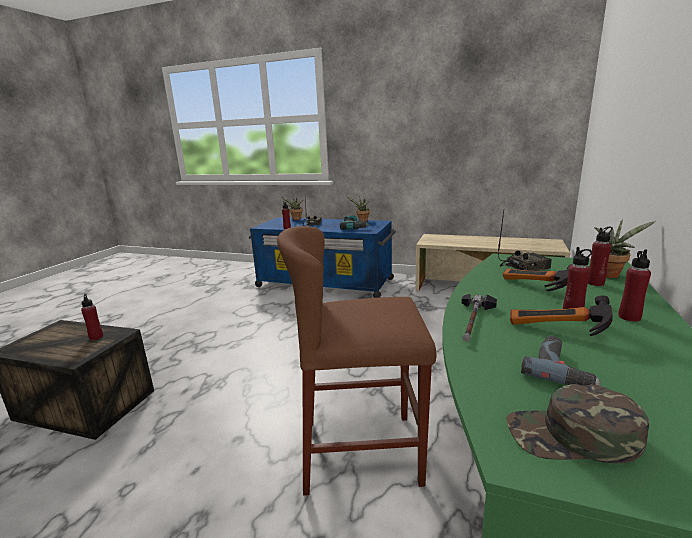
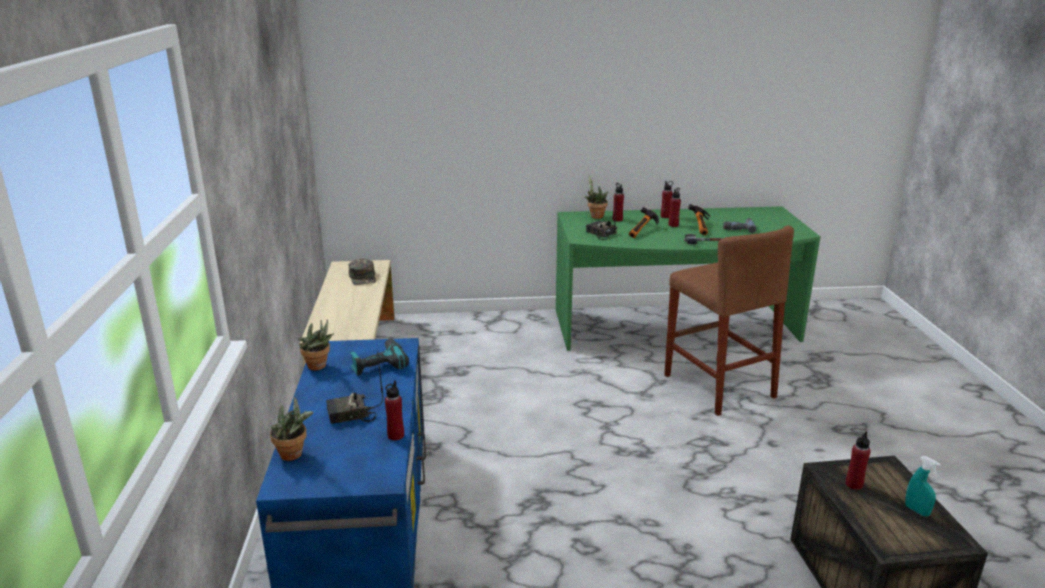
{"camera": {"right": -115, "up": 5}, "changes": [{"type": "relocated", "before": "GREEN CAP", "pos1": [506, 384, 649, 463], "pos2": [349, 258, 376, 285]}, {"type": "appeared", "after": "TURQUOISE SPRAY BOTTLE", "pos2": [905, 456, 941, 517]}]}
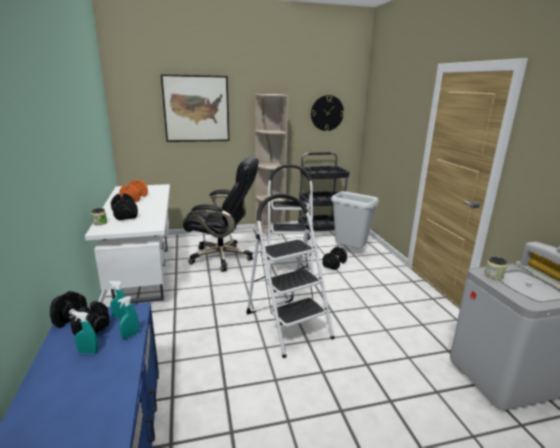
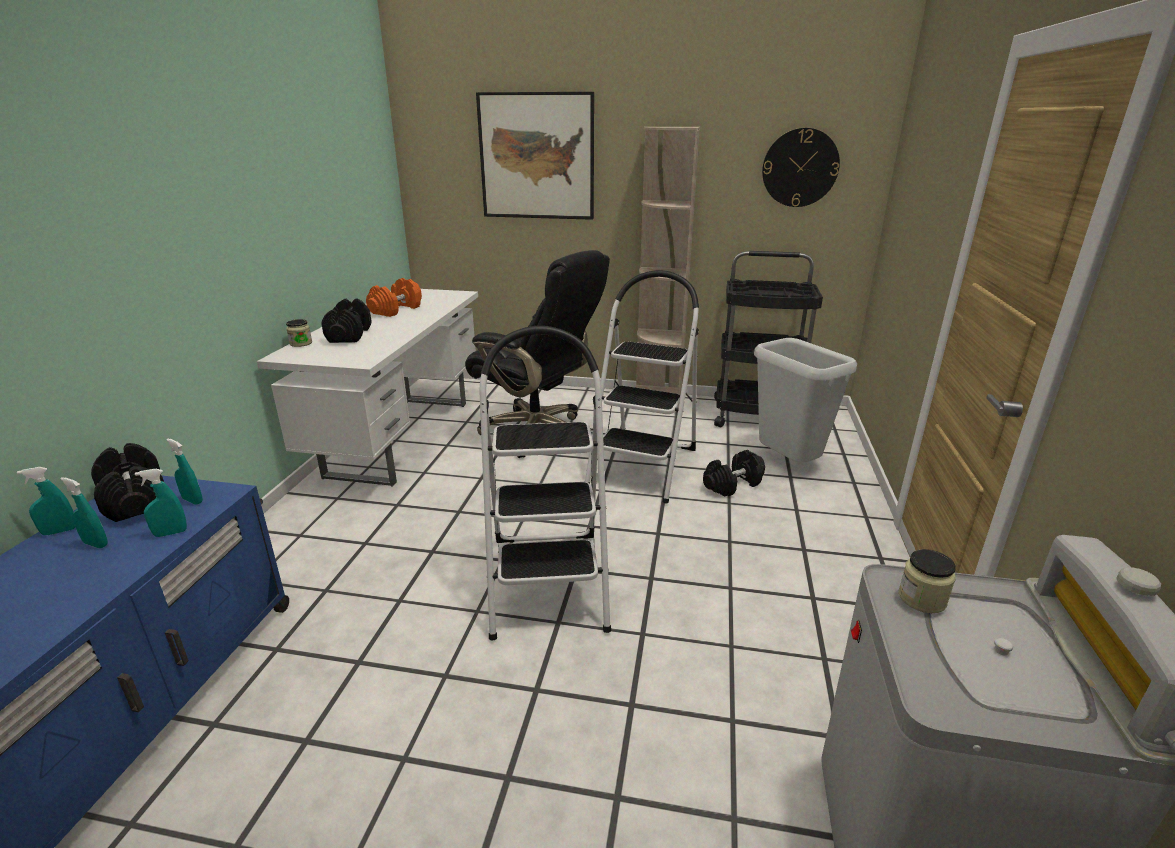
{"camera": {"right": 25, "up": 5}, "changes": [{"type": "appeared", "after": "TURQUOISE SPRAY BOTTLE", "pos2": [17, 467, 75, 535]}]}
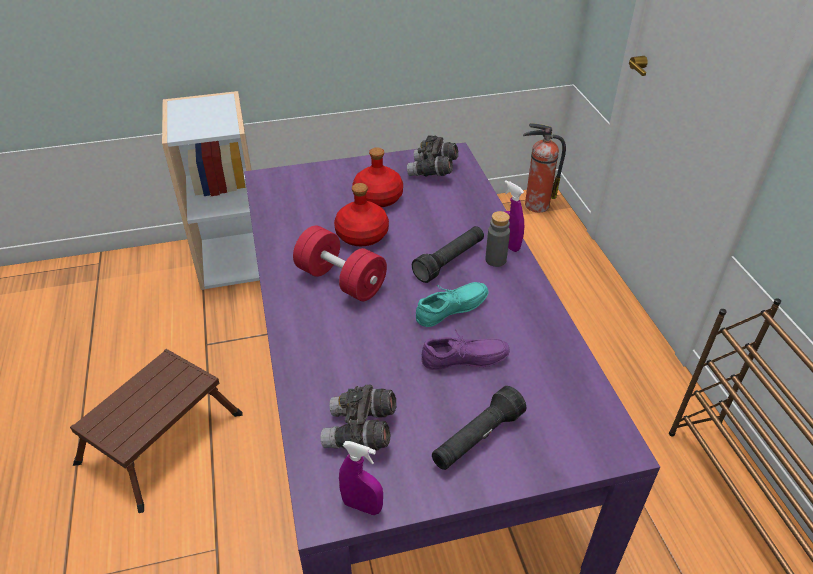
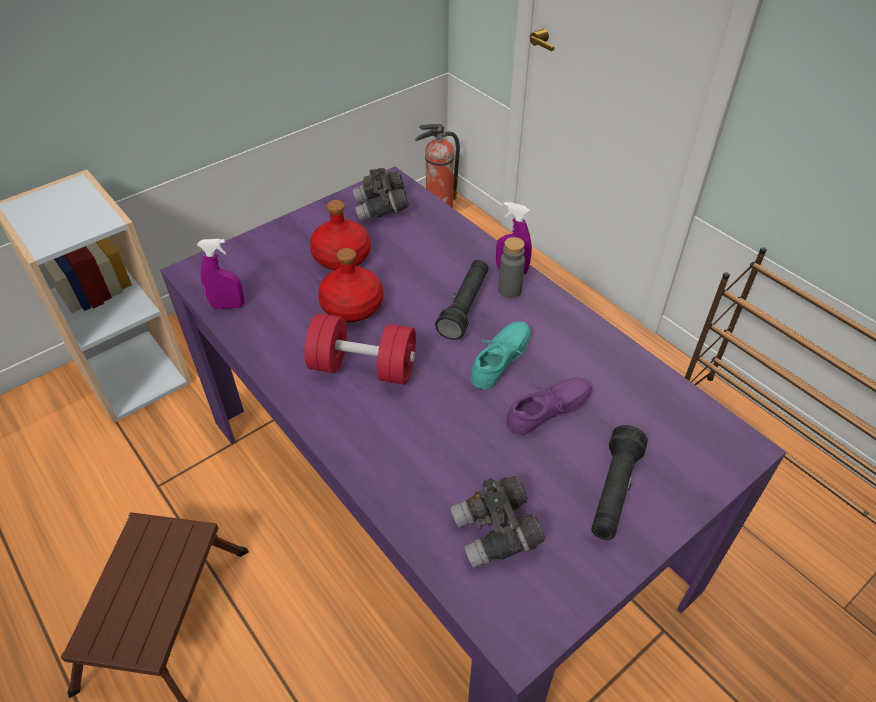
{"camera": {"right": -25, "up": 5}, "changes": [{"type": "relocated", "before": "PURPLE SPRAY BOTTLE", "pos1": [339, 441, 383, 515], "pos2": [197, 239, 244, 309]}]}
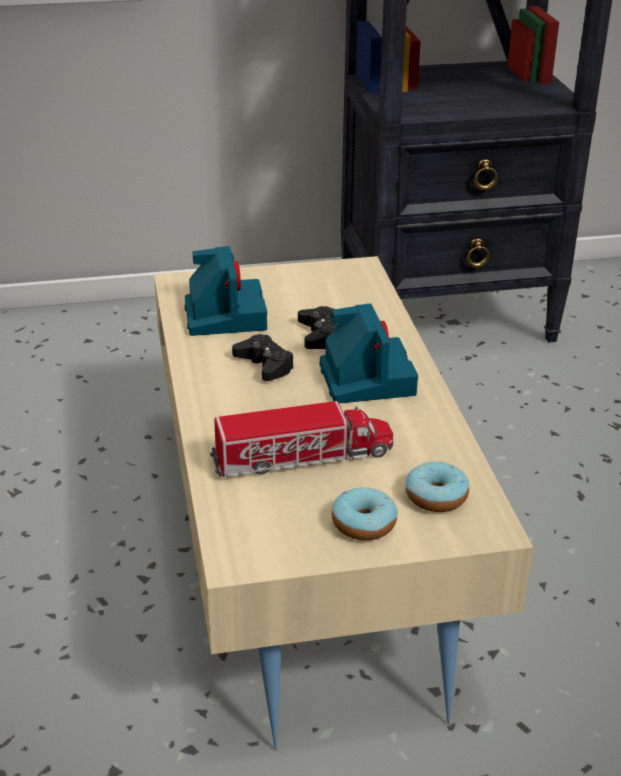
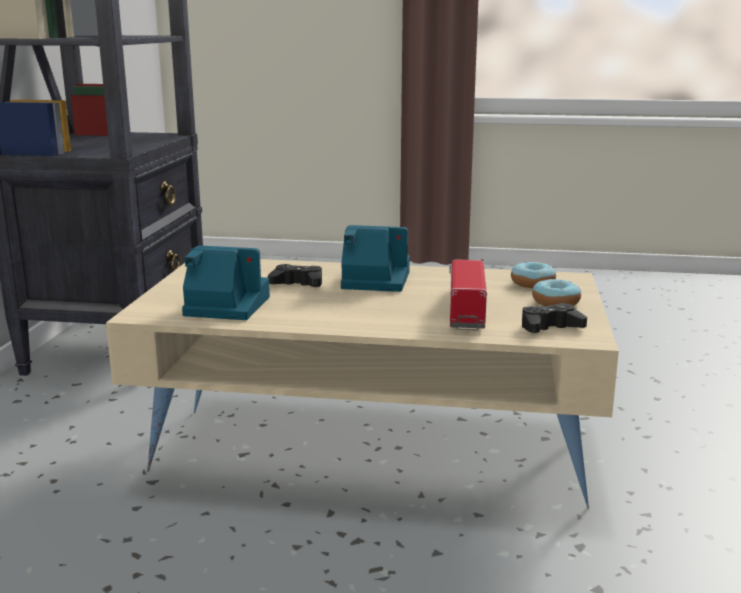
{"camera": {"right": -70, "up": -15}, "changes": [{"type": "relocated", "before": "BLACK GAME CONTROLLER", "pos1": [232, 334, 294, 381], "pos2": [522, 303, 587, 333]}]}
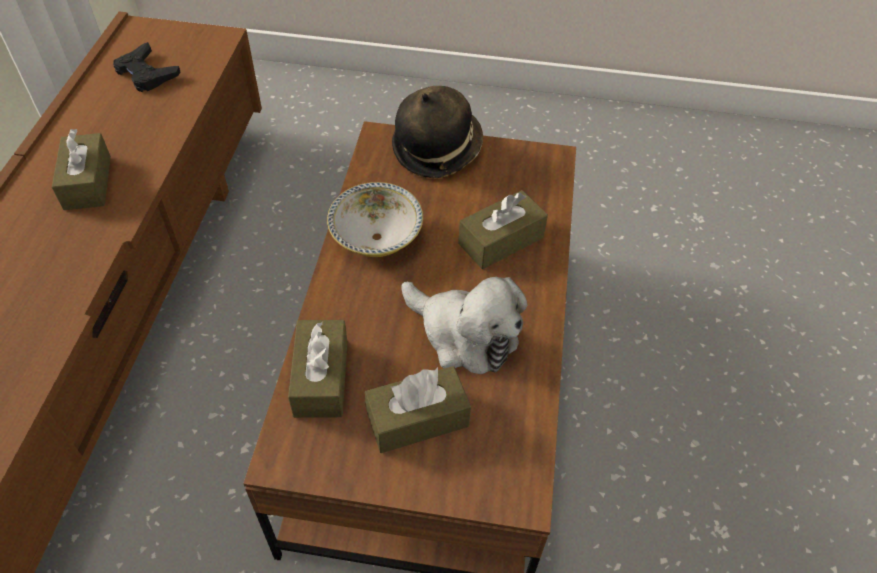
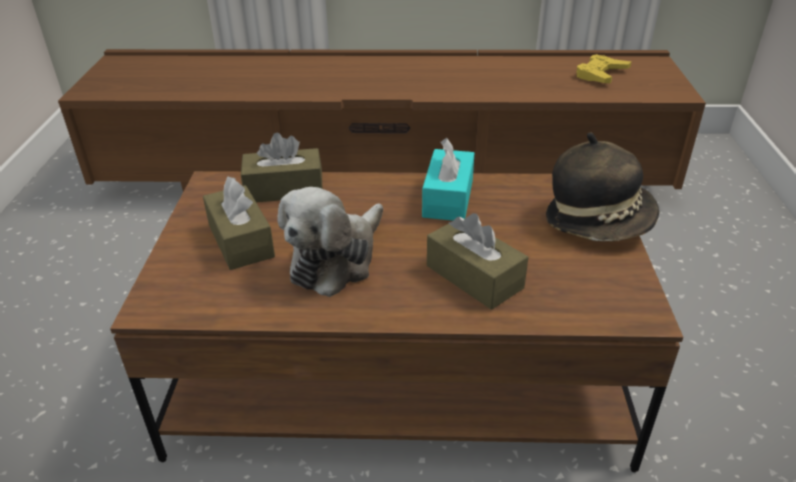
{"camera": {"right": 85, "up": -15}, "changes": [{"type": "missing", "before": "BROWN TISSUE BOX", "pos1": [52, 129, 111, 210]}, {"type": "colour", "before": "BLACK GAME CONTROLLER", "after": "YELLOW GAME CONTROLLER", "pos1": [113, 42, 181, 92], "pos2": [577, 54, 632, 83]}, {"type": "exchanged", "before": "BOWL", "after": "TURQUOISE TISSUE BOX", "pos1": [327, 182, 423, 257], "pos2": [422, 138, 474, 221]}]}
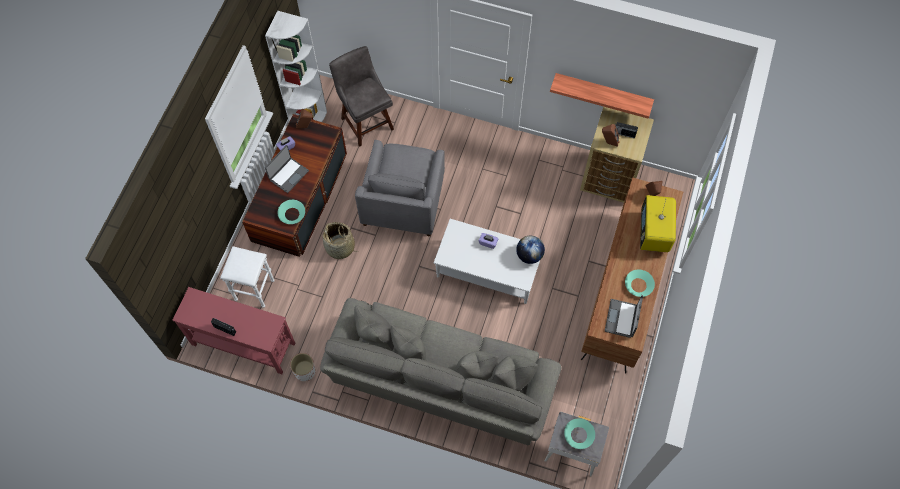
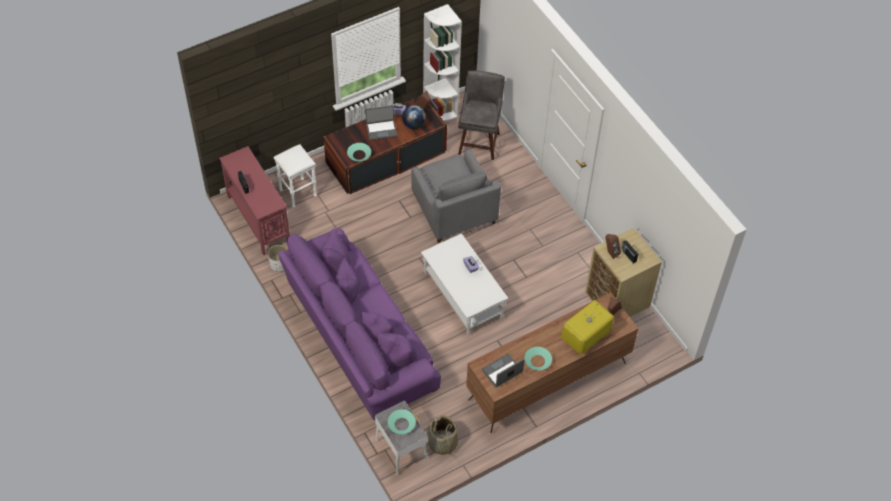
{"camera": {"right": 40, "up": -10}, "changes": [{"type": "colour", "before": "GREY SOFA", "after": "PURPLE SOFA", "pos1": [320, 298, 561, 445], "pos2": [278, 228, 441, 420]}, {"type": "relocated", "before": "BASKET", "pos1": [322, 222, 356, 259], "pos2": [427, 415, 458, 456]}, {"type": "spun", "before": "GREY ARMCHAIR", "pos1": [355, 140, 445, 236], "pos2": [411, 149, 501, 243], "turn": -75}, {"type": "relocated", "before": "GLOBE", "pos1": [516, 236, 545, 264], "pos2": [402, 105, 426, 129]}, {"type": "missing", "before": "SHELF", "pos1": [550, 73, 654, 119]}]}
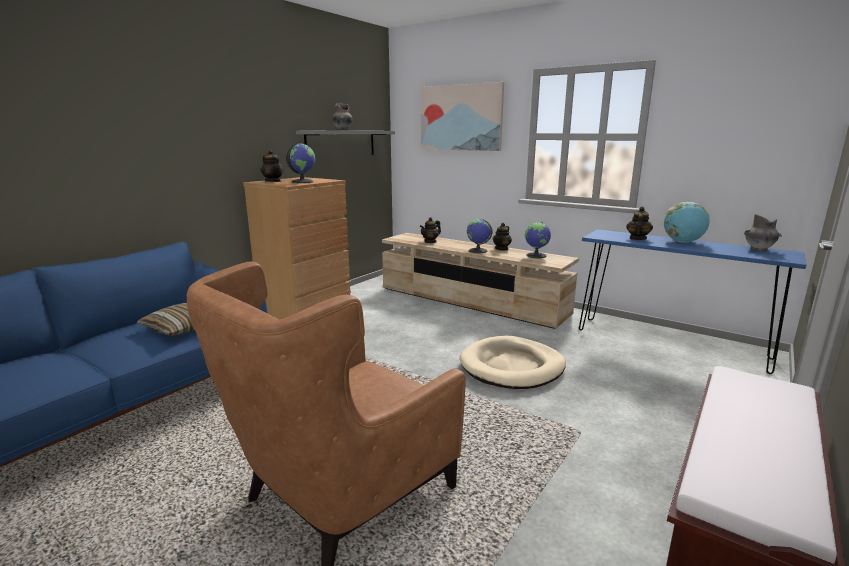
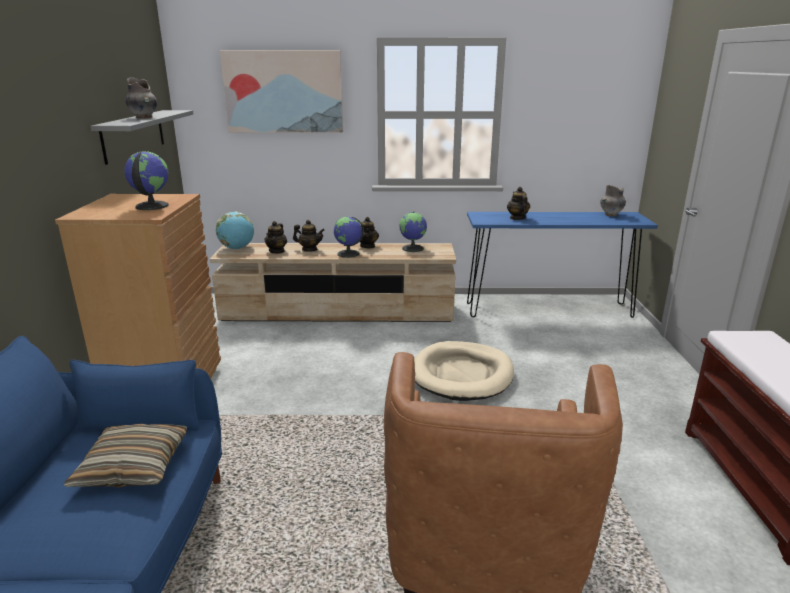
{"camera": {"right": -35, "up": 5}, "changes": [{"type": "relocated", "before": "TEAPOT", "pos1": [261, 150, 284, 182], "pos2": [293, 220, 325, 252]}, {"type": "relocated", "before": "GLOBE", "pos1": [664, 202, 709, 243], "pos2": [216, 212, 254, 249]}]}
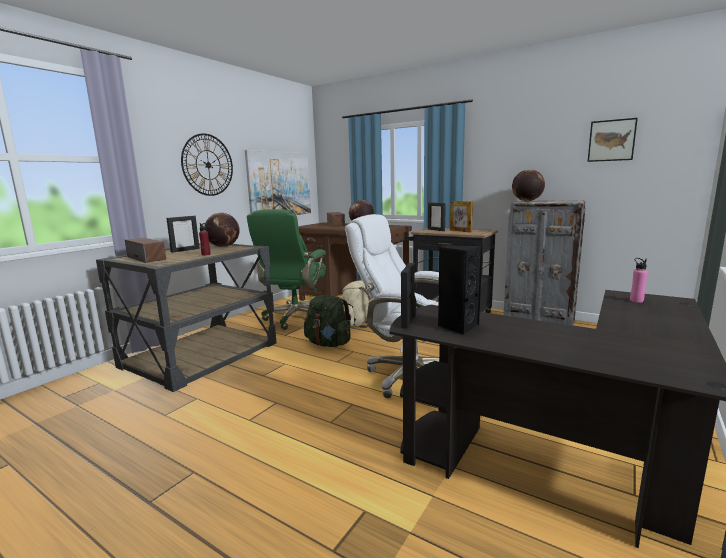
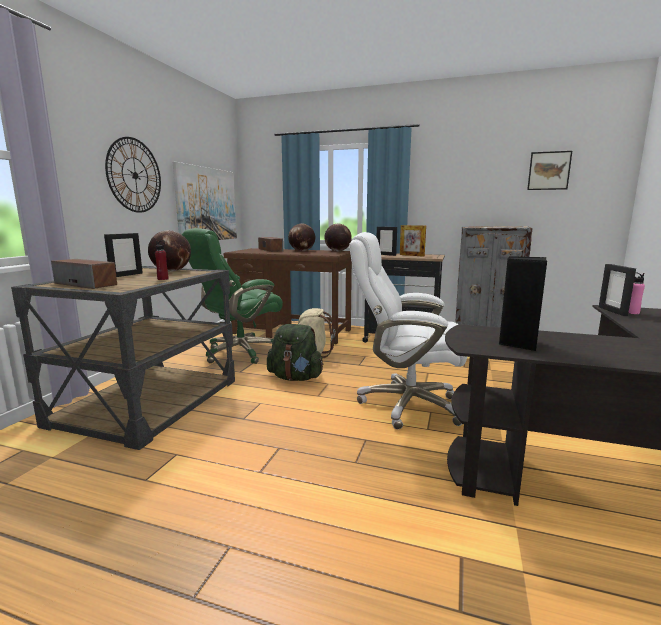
{"camera": {"right": -15, "up": 0}, "changes": [{"type": "spun", "before": "GREEN OFFICE CHAIR", "pos1": [247, 209, 326, 330], "pos2": [182, 228, 283, 364], "turn": 45}, {"type": "relocated", "before": "PICTURE FRAME", "pos1": [401, 263, 417, 329], "pos2": [599, 264, 636, 316]}, {"type": "relocated", "before": "GLOBE", "pos1": [512, 169, 545, 201], "pos2": [324, 224, 352, 251]}]}
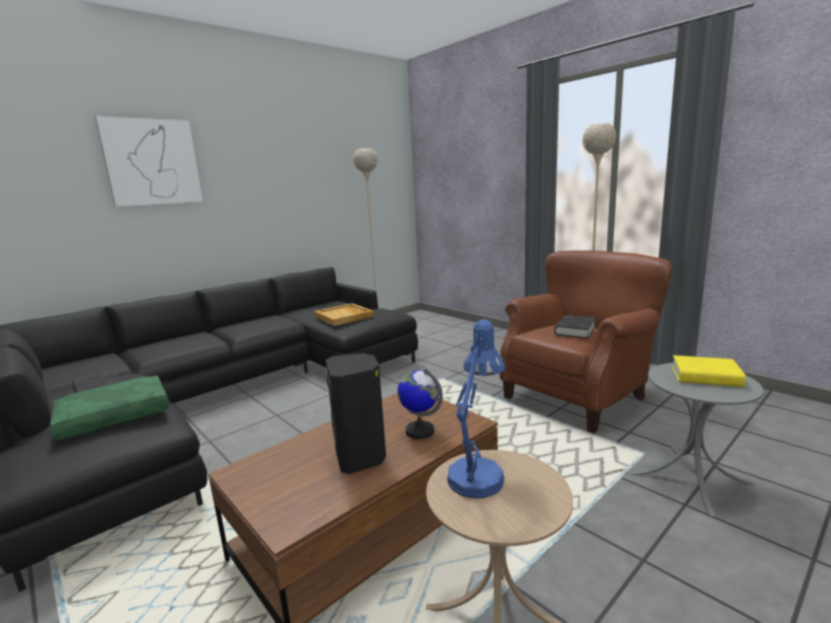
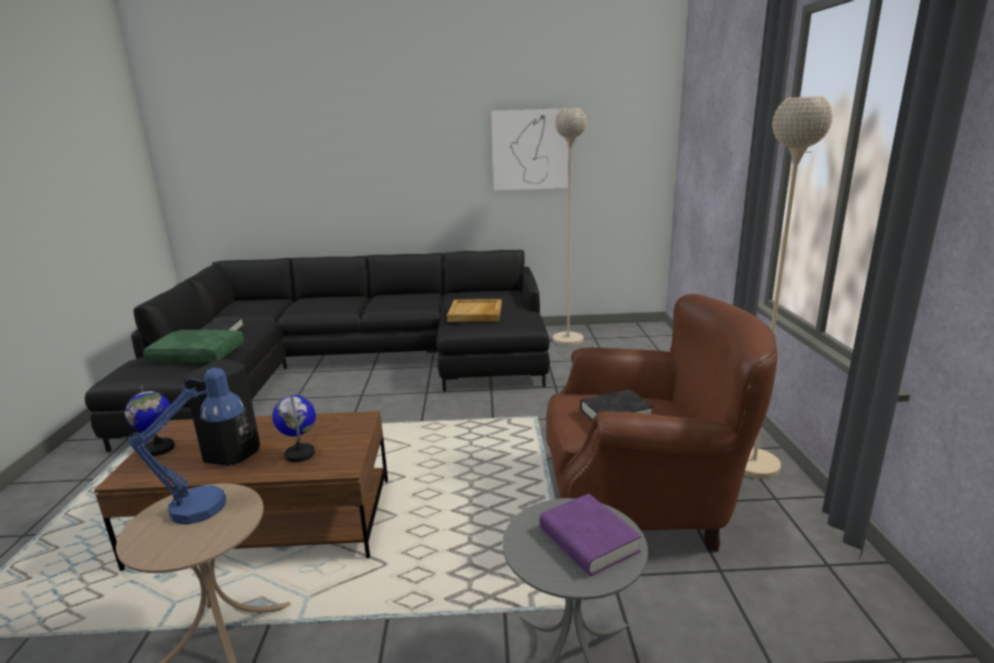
{"camera": {"right": 40, "up": 5}, "changes": [{"type": "relocated", "before": "PICTURE", "pos1": [95, 116, 203, 207], "pos2": [491, 108, 569, 191]}, {"type": "colour", "before": "YELLOW BOOK", "after": "PURPLE BOOK", "pos1": [672, 355, 746, 387], "pos2": [540, 494, 641, 576]}, {"type": "appeared", "after": "GLOBE", "pos2": [125, 385, 175, 456]}]}
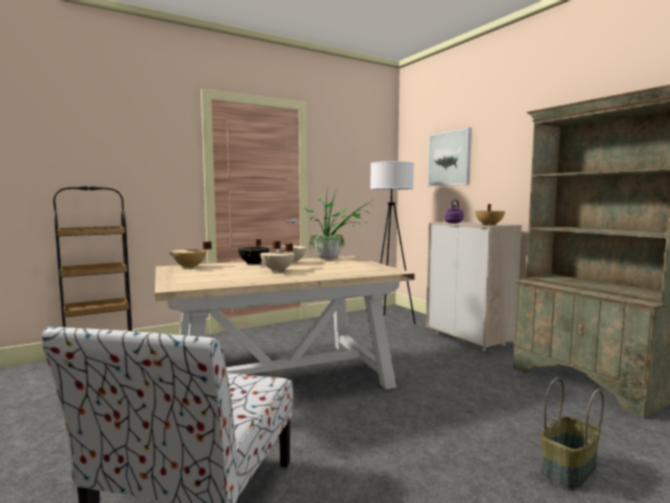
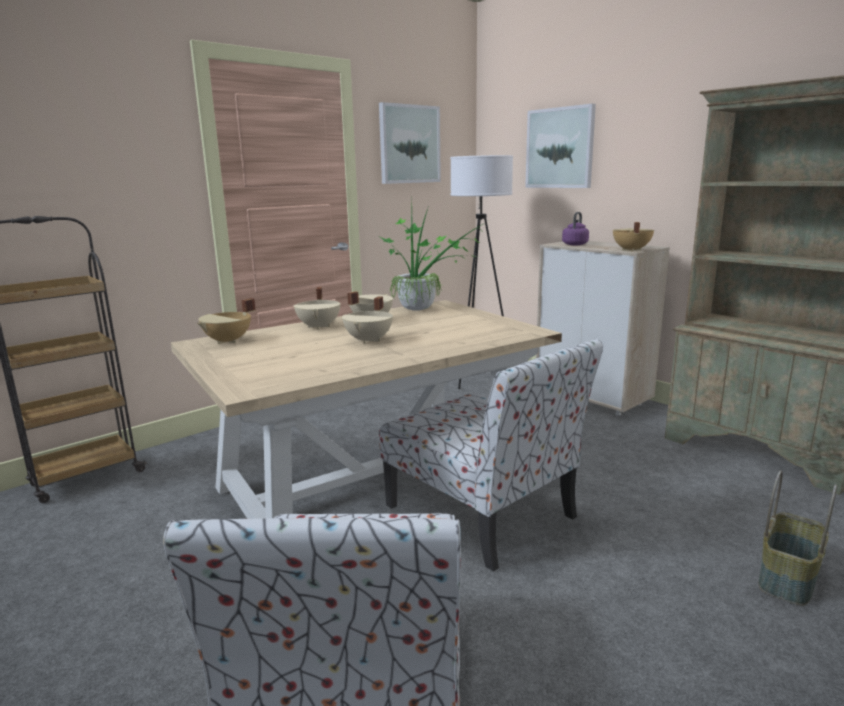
{"camera": {"right": -10, "up": 10}, "changes": [{"type": "colour", "before": "BLACK COOKING POT", "after": "BEIGE COOKING POT", "pos1": [238, 239, 269, 265], "pos2": [294, 287, 341, 330]}, {"type": "appeared", "after": "PICTURE", "pos2": [379, 102, 441, 184]}, {"type": "appeared", "after": "CHAIR", "pos2": [379, 339, 603, 571]}]}
